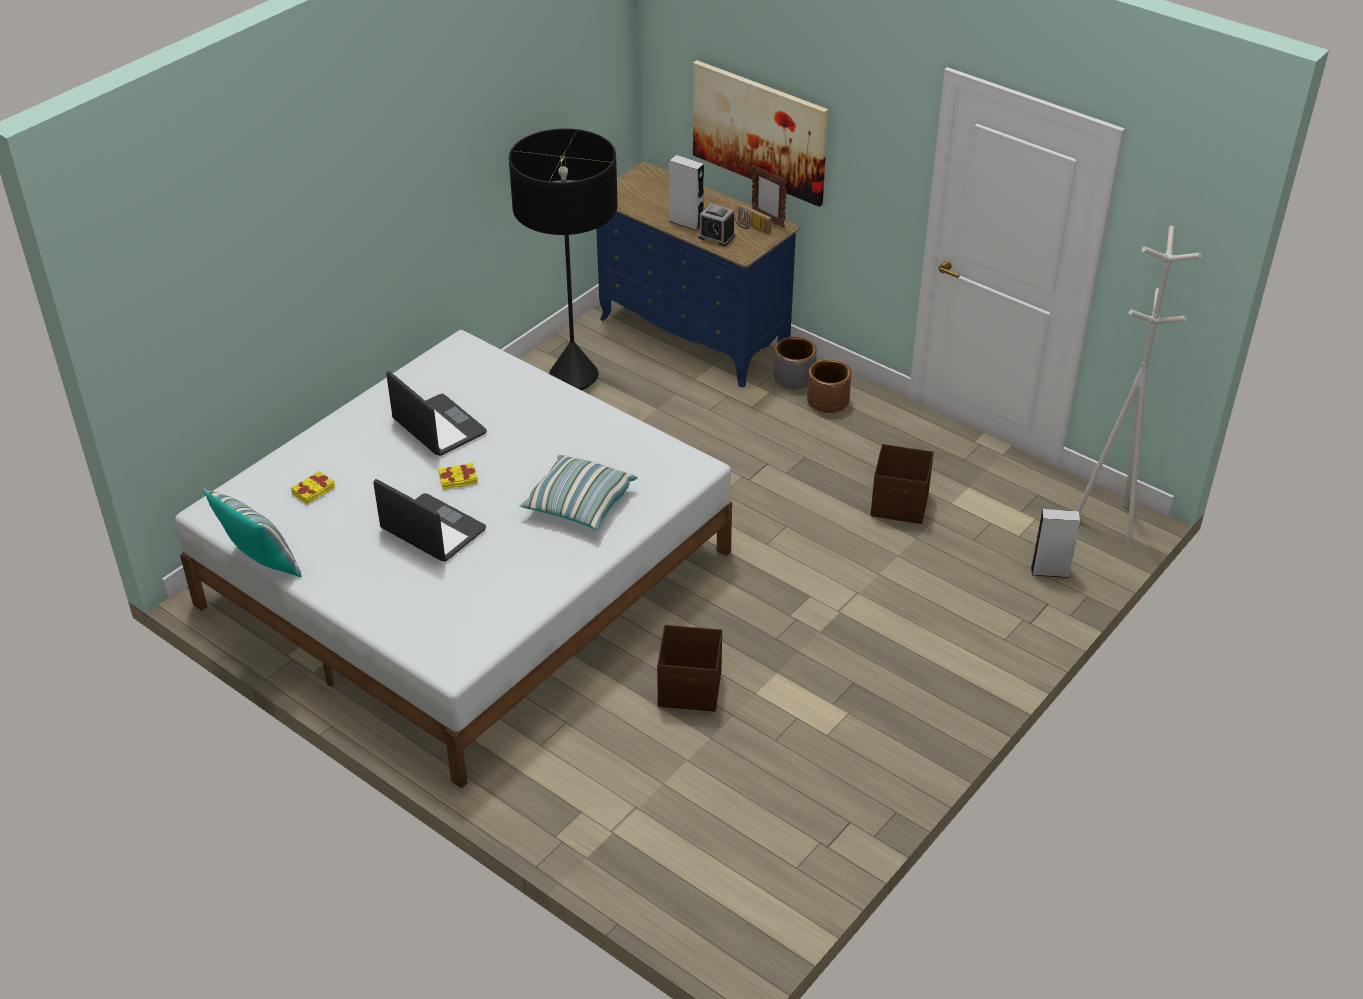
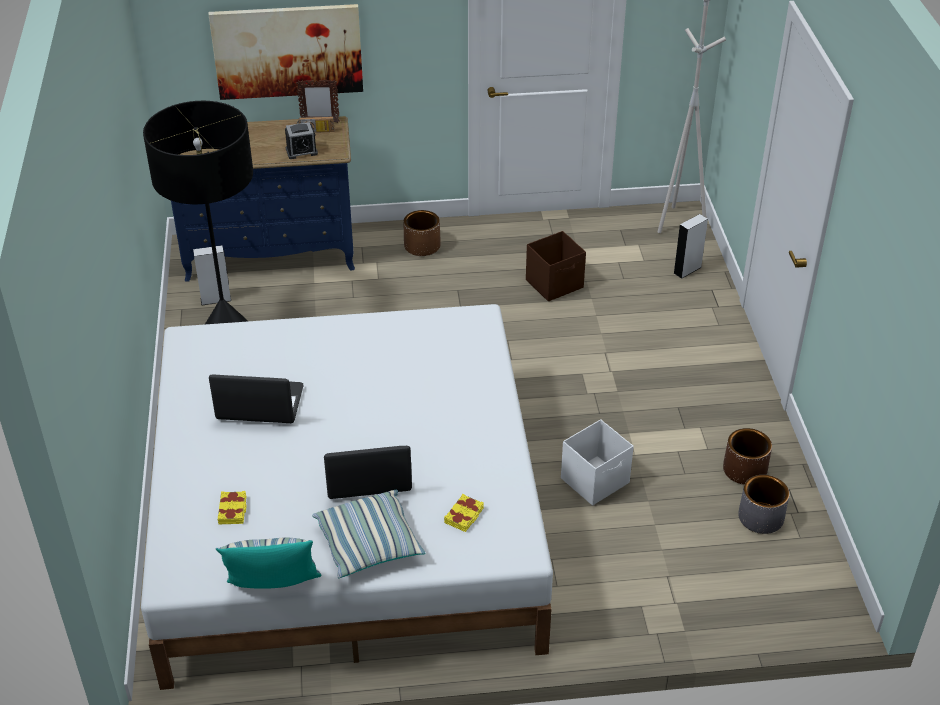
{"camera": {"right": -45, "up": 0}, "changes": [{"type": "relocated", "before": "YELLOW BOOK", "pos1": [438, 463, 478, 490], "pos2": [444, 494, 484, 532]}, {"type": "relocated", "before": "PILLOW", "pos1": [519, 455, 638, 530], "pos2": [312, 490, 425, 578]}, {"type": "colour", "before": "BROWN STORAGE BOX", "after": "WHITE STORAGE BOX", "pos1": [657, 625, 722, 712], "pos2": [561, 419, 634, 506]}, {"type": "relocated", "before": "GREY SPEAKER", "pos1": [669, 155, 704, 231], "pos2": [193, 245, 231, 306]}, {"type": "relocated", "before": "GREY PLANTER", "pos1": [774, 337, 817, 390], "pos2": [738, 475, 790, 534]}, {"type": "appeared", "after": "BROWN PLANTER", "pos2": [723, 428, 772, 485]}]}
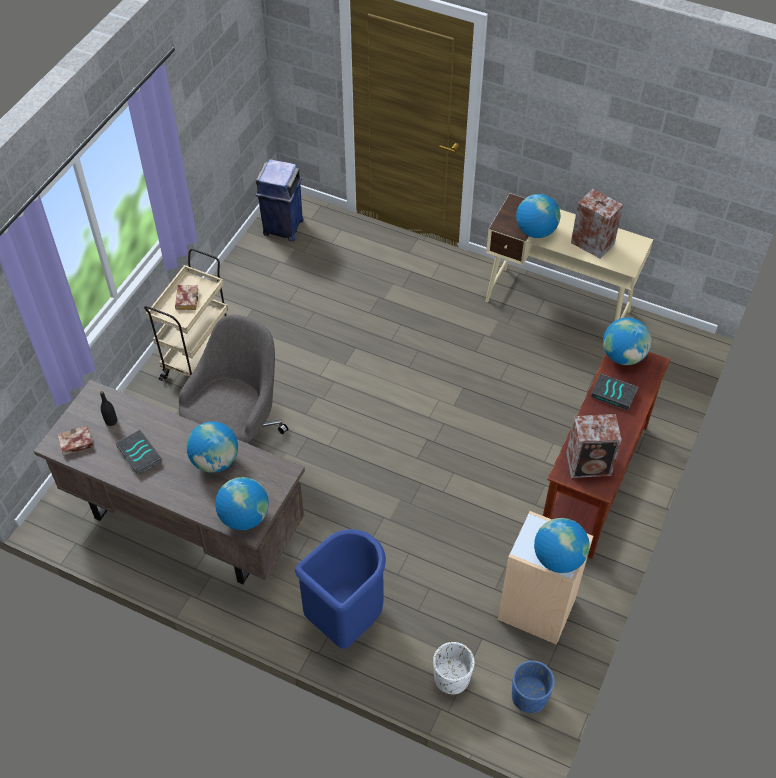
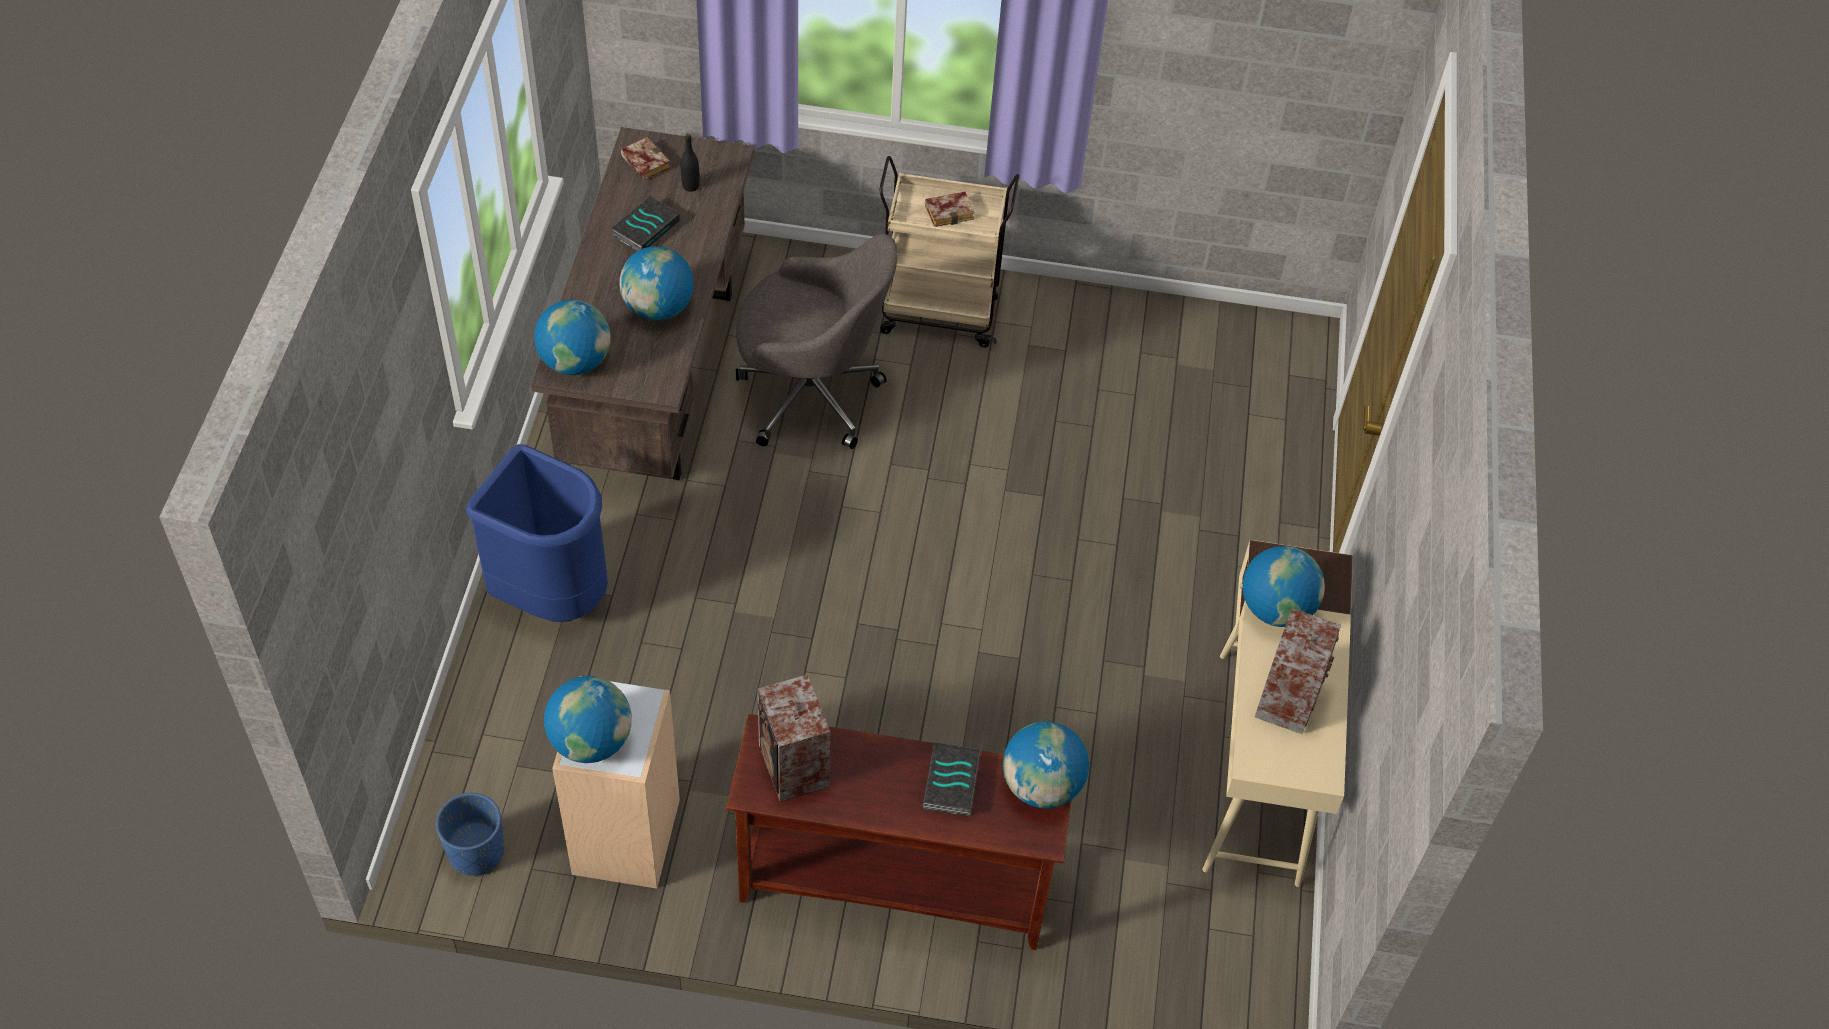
{"camera": {"right": 70, "up": 0}, "changes": [{"type": "missing", "before": "BLUE TRASH CAN", "pos1": [256, 159, 304, 241]}, {"type": "missing", "before": "WHITE PLANTER", "pos1": [433, 642, 474, 695]}]}
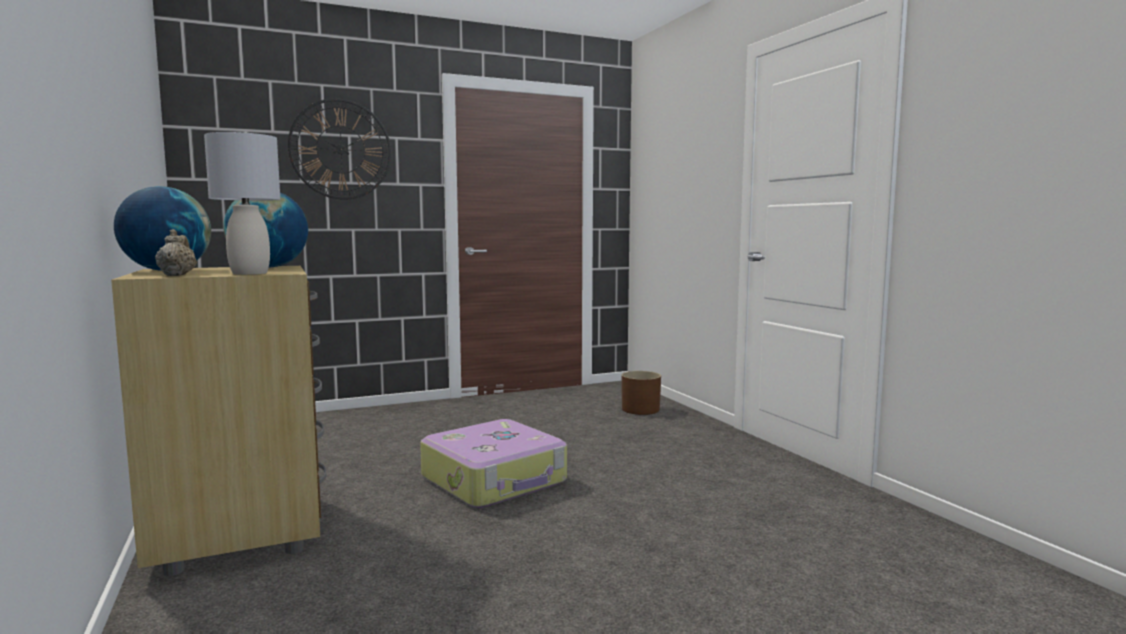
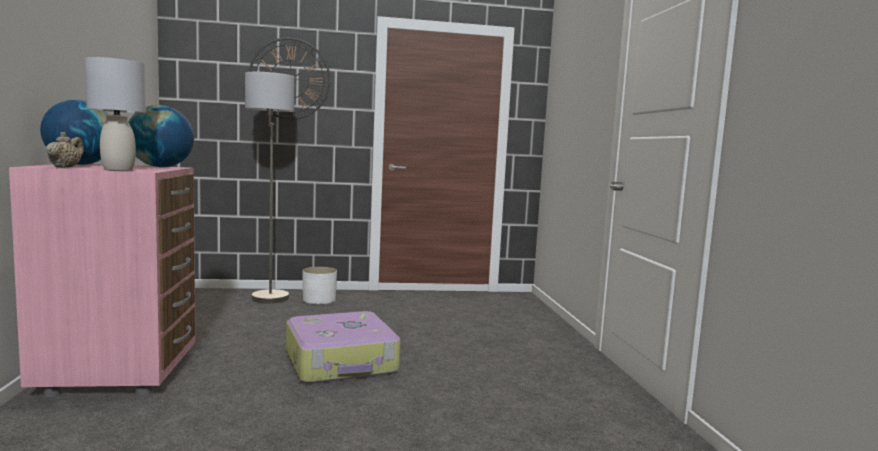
{"camera": {"right": 15, "up": 0}, "changes": [{"type": "colour", "before": "BROWN DRESSER", "after": "PINK DRESSER", "pos1": [111, 266, 326, 576], "pos2": [9, 164, 195, 397]}, {"type": "missing", "before": "BROWN PLANTER", "pos1": [621, 371, 661, 415]}, {"type": "appeared", "after": "GREY FLOOR LAMP", "pos2": [245, 72, 295, 303]}, {"type": "appeared", "after": "WHITE PLANTER", "pos2": [302, 267, 337, 304]}]}
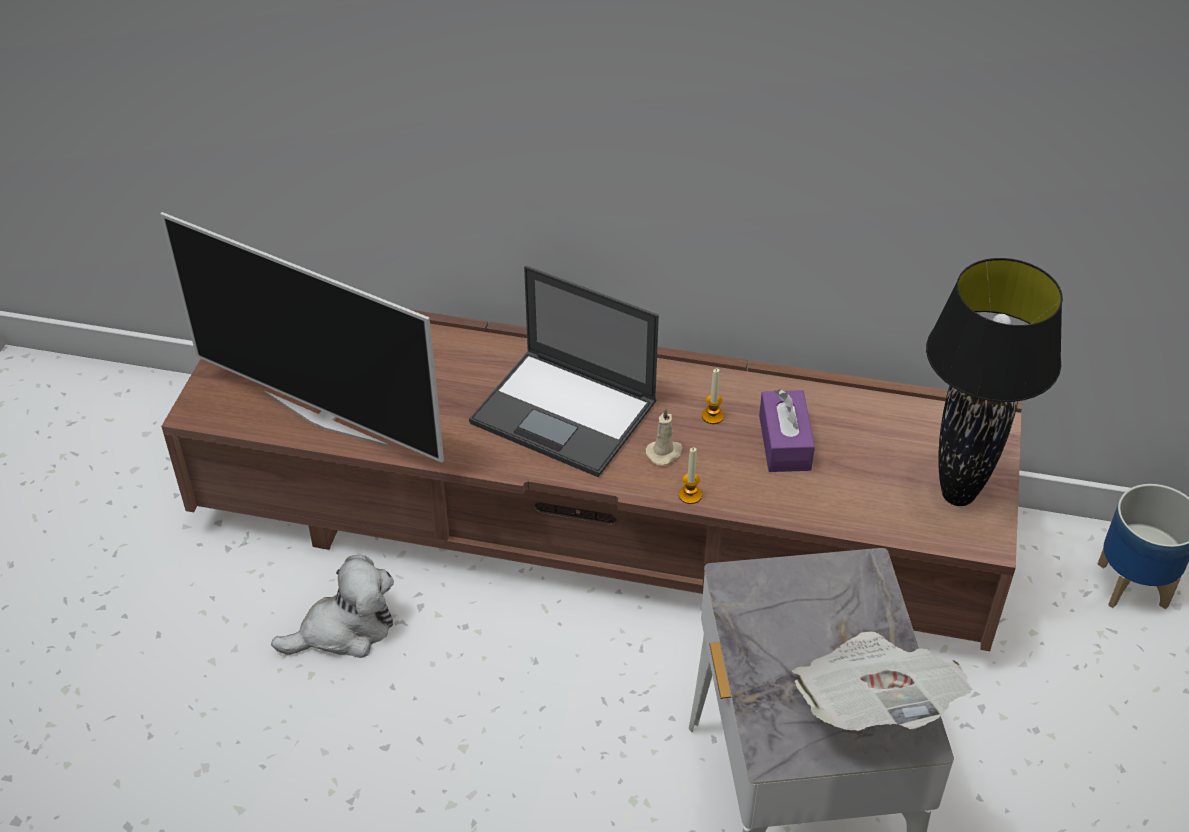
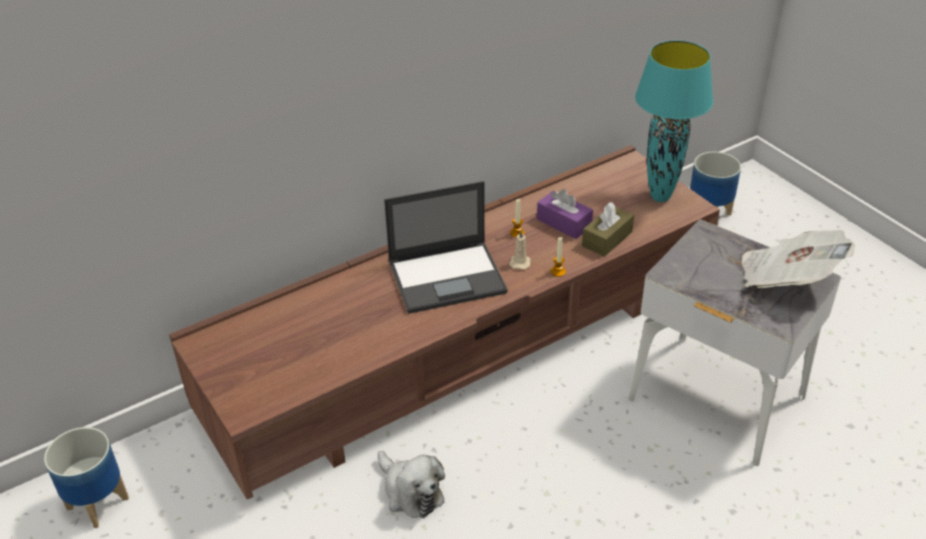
{"camera": {"right": -45, "up": -5}, "changes": [{"type": "missing", "before": "TELEVISION", "pos1": [160, 212, 444, 463]}, {"type": "spun", "before": "PLUSH TOY", "pos1": [271, 555, 394, 658], "pos2": [378, 451, 445, 518], "turn": 120}, {"type": "colour", "before": "BLACK TABLE LAMP", "after": "TURQUOISE TABLE LAMP", "pos1": [926, 258, 1063, 506], "pos2": [635, 40, 713, 202]}, {"type": "appeared", "after": "PLANTER", "pos2": [44, 427, 129, 528]}, {"type": "appeared", "after": "BROWN TISSUE BOX", "pos2": [582, 202, 634, 257]}]}
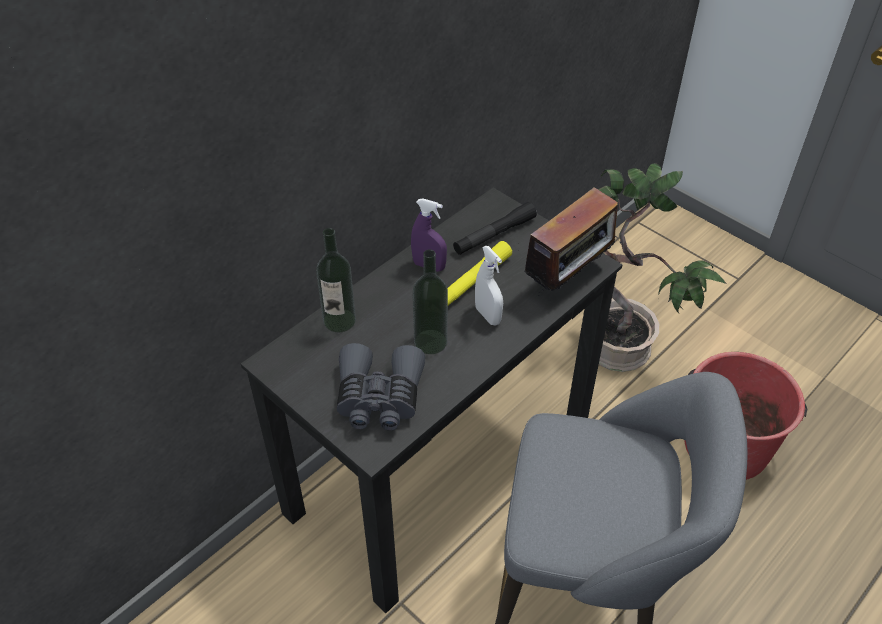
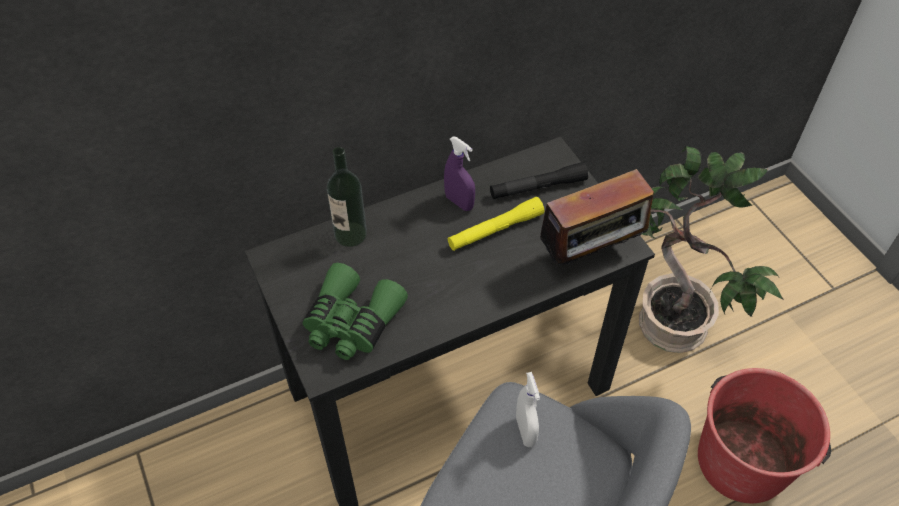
{"camera": {"right": 20, "up": 5}, "changes": [{"type": "colour", "before": "GREY BINOCULARS", "after": "GREEN BINOCULARS", "pos1": [337, 343, 425, 431], "pos2": [302, 263, 408, 360]}, {"type": "missing", "before": "BOTTLE", "pos1": [412, 249, 448, 354]}, {"type": "relocated", "before": "WHITE SPRAY BOTTLE", "pos1": [475, 246, 503, 326], "pos2": [516, 372, 540, 447]}]}
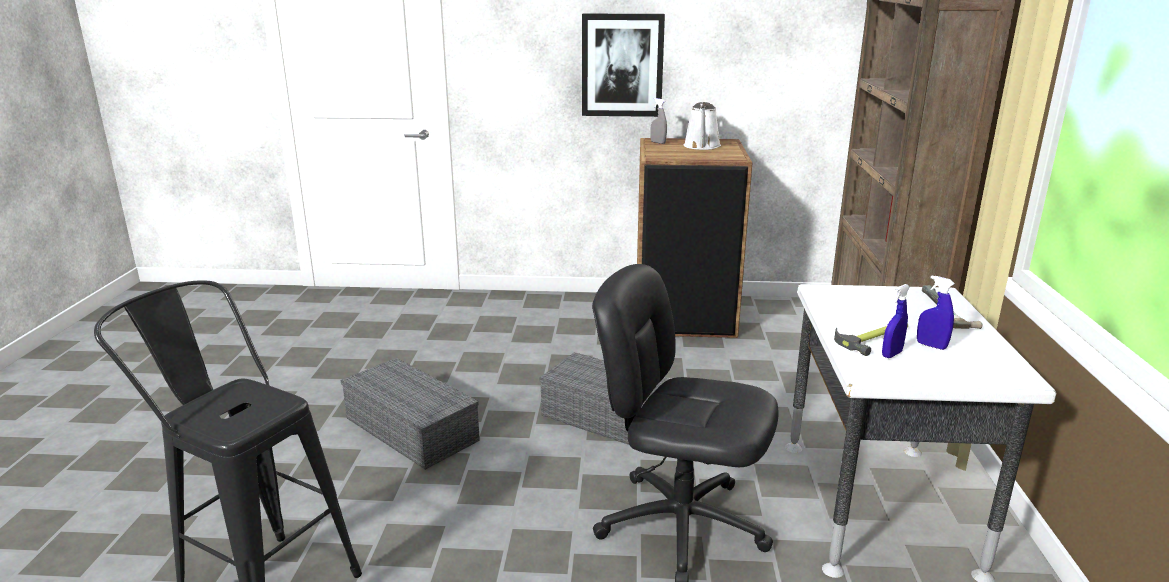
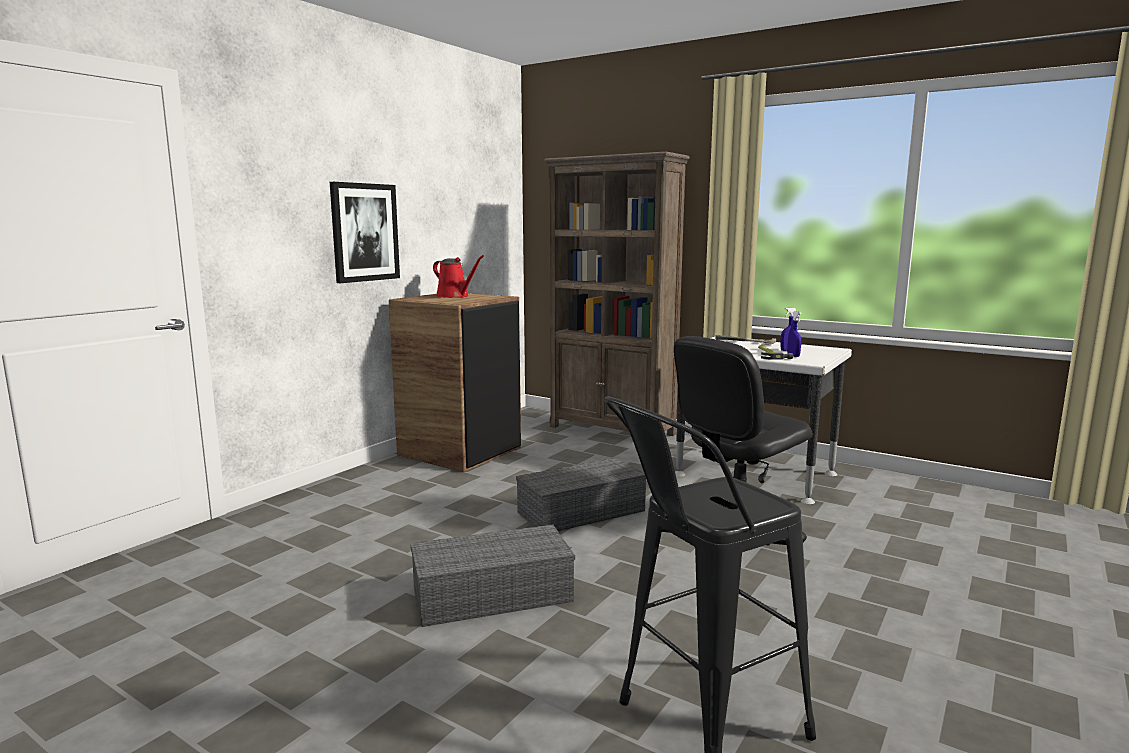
{"camera": {"right": -60, "up": -10}, "changes": [{"type": "missing", "before": "GREY SPRAY BOTTLE", "pos1": [650, 98, 667, 144]}, {"type": "colour", "before": "WHITE WATERING CAN", "after": "RED WATERING CAN", "pos1": [684, 102, 721, 150], "pos2": [433, 255, 484, 298]}]}
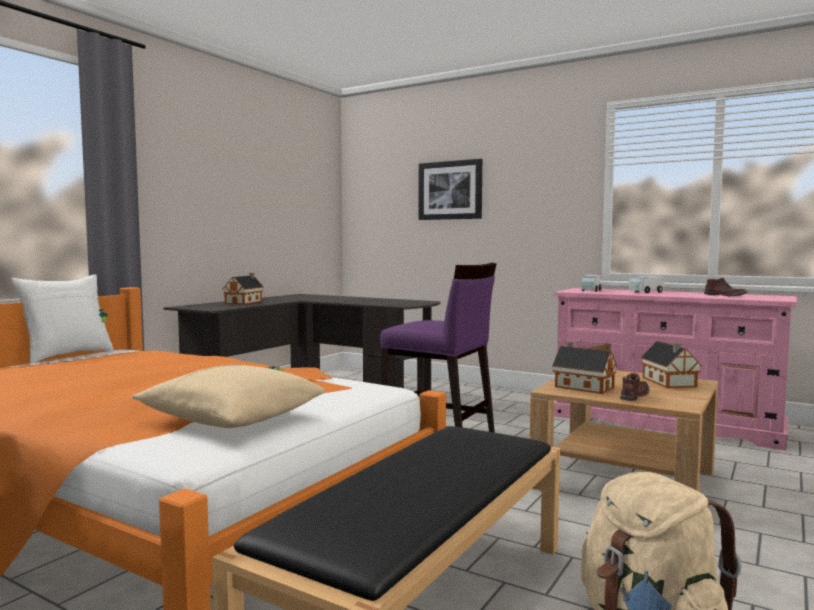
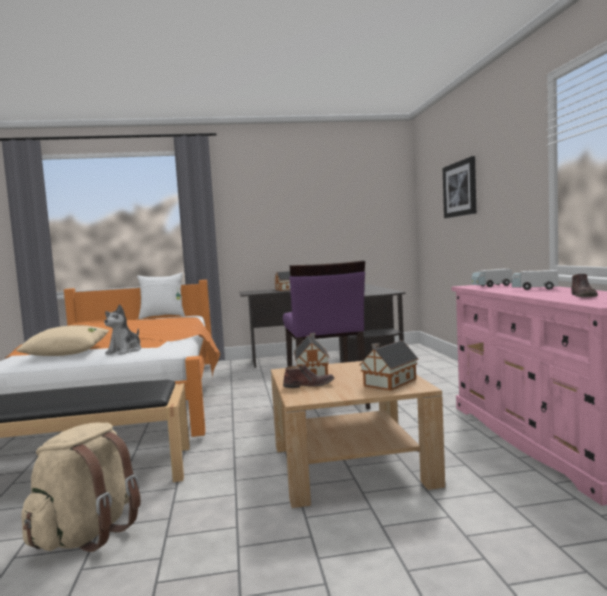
{"camera": {"right": 50, "up": 0}, "changes": [{"type": "appeared", "after": "PLUSH TOY", "pos2": [104, 304, 141, 355]}]}
